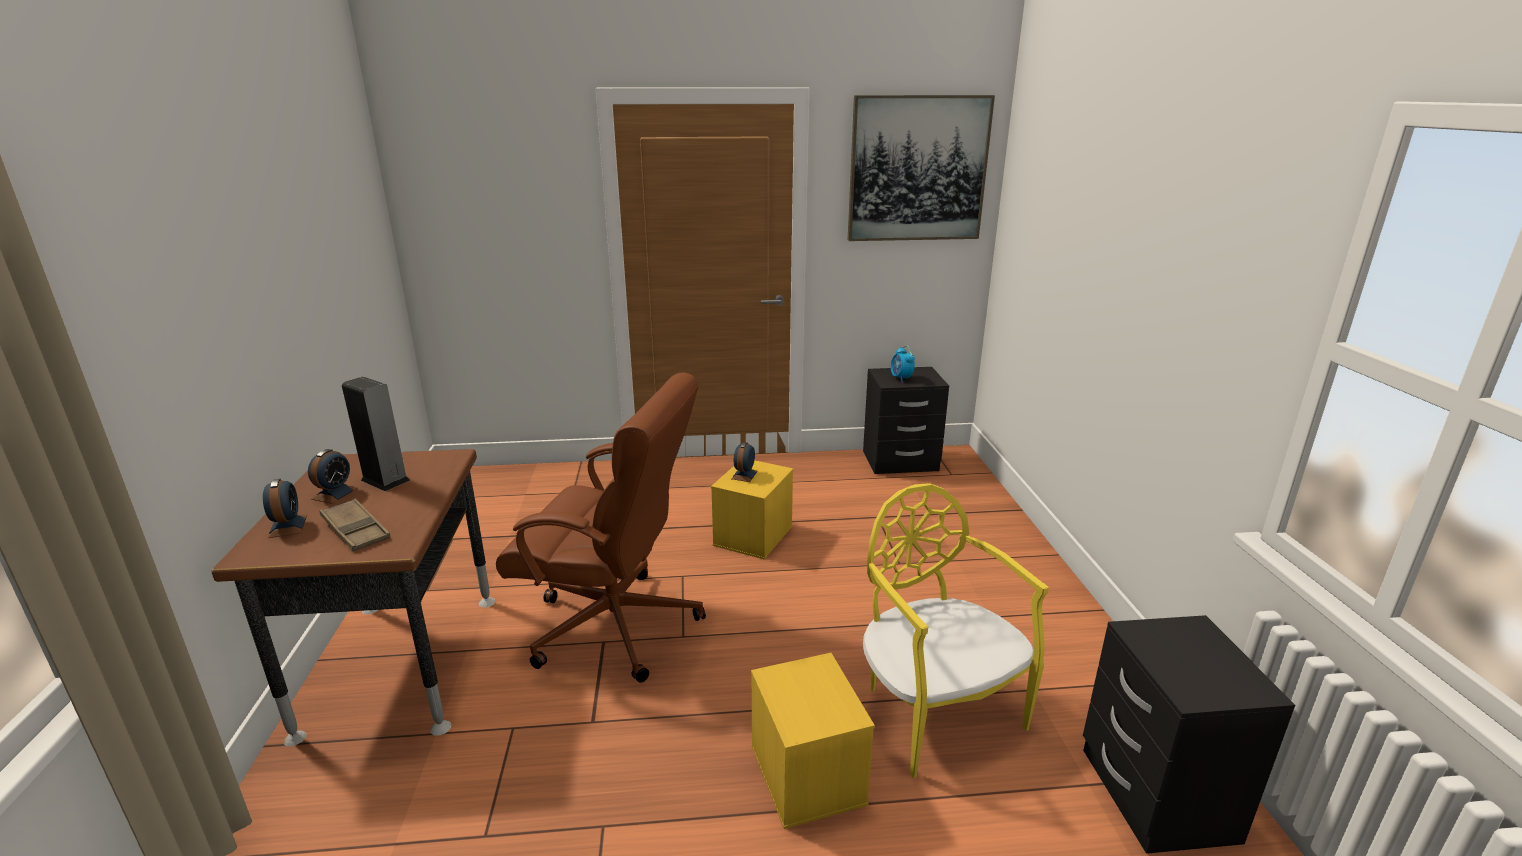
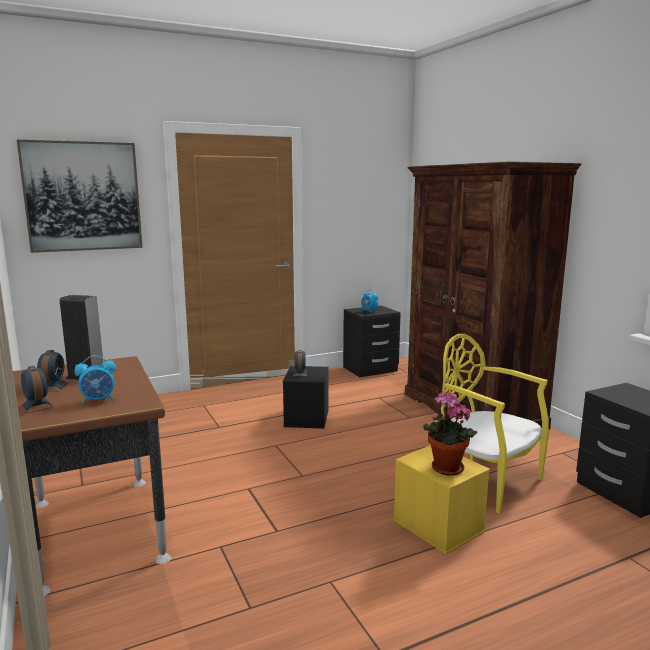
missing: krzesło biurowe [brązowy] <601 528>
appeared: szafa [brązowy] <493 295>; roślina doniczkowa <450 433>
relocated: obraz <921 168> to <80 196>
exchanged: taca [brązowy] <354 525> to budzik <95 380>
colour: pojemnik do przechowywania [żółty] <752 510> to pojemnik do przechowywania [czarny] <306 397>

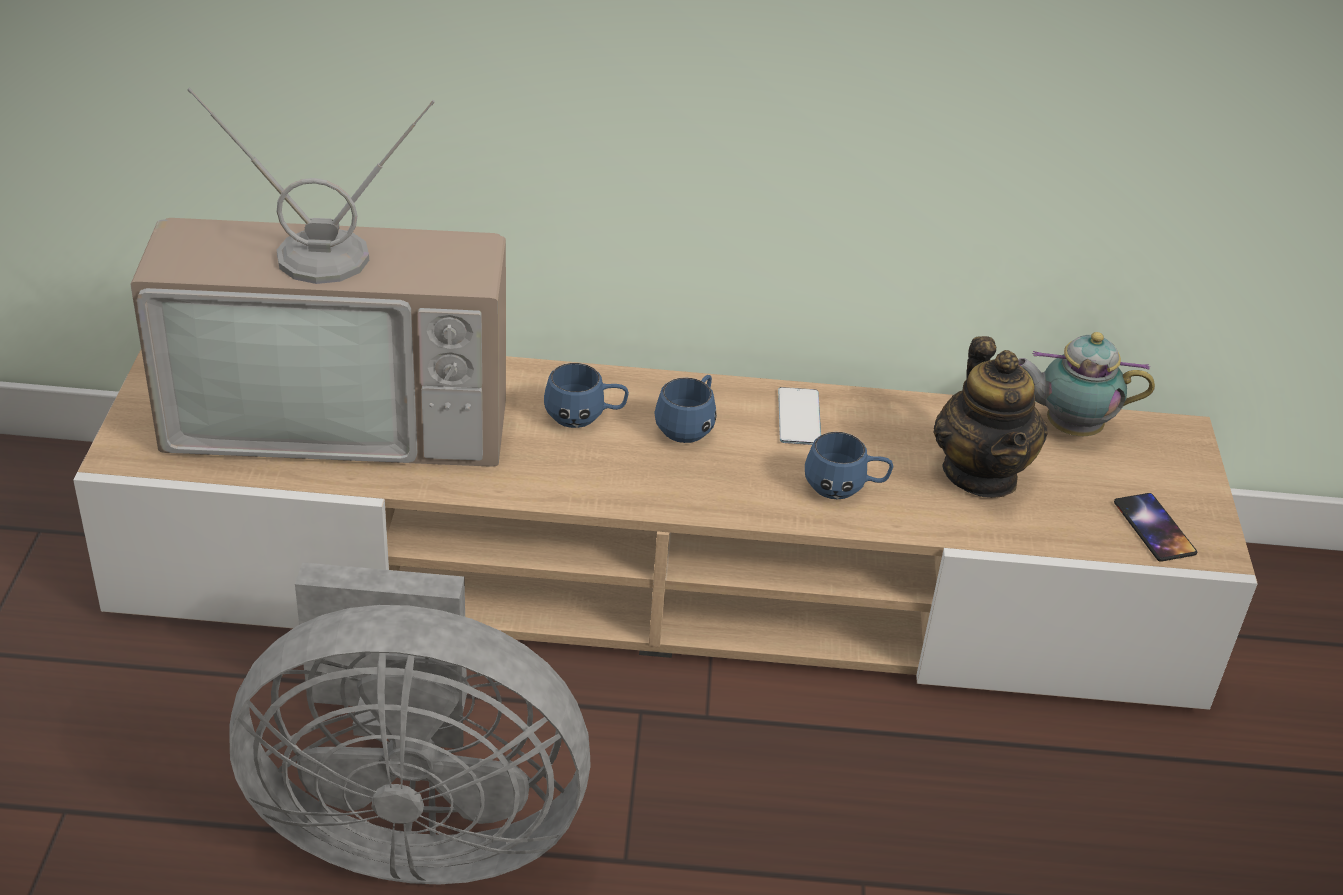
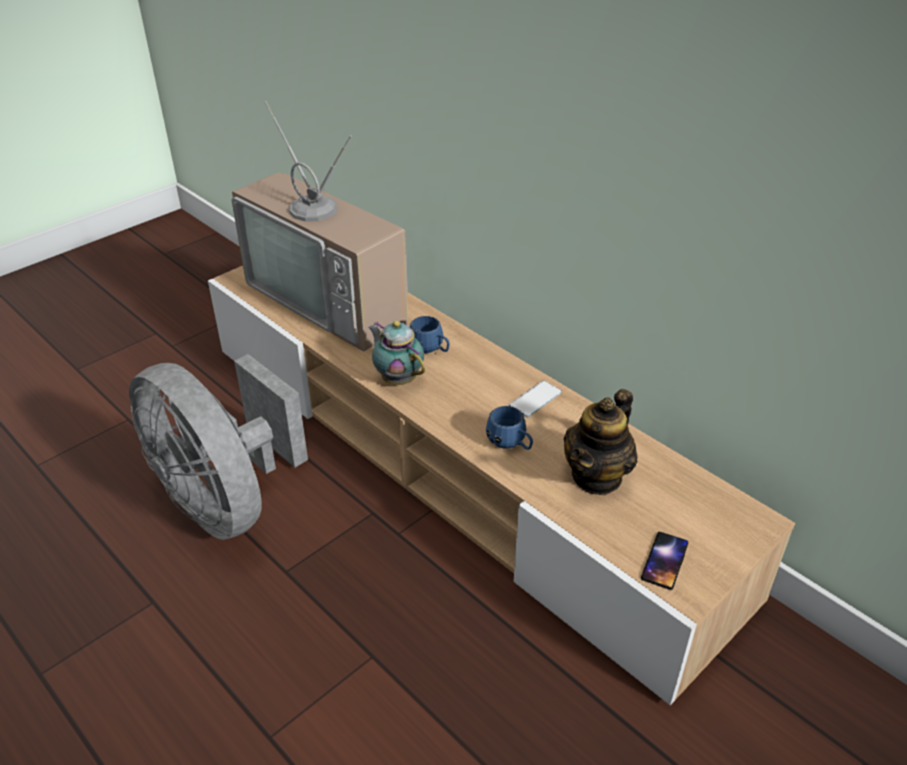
missing: kubek [niebieski] <685 409>
relocated: imbryk <1086 384> to <396 353>

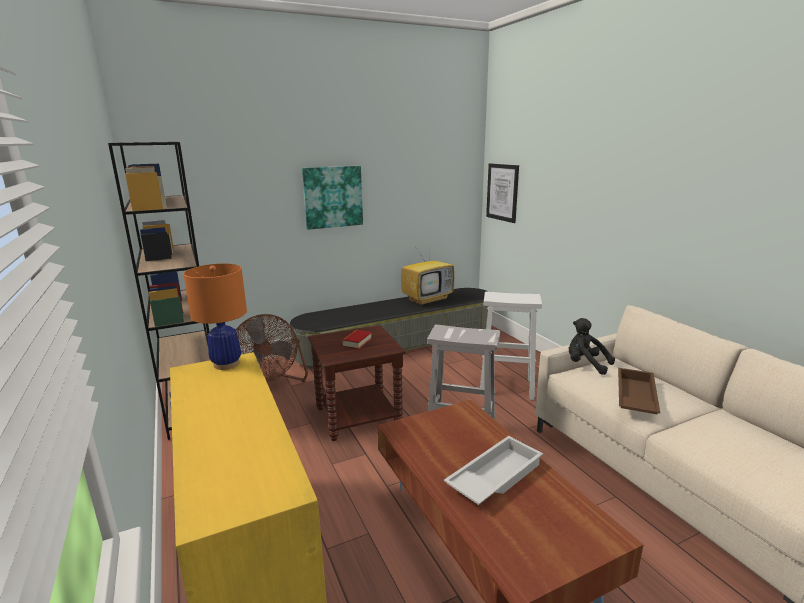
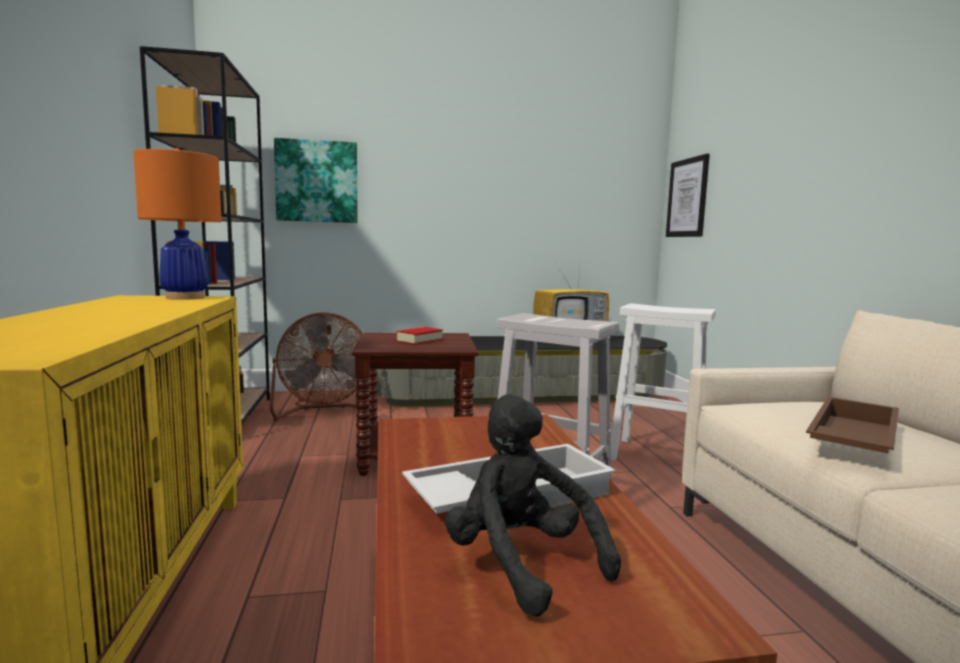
relocated: obraz <332 198> to <316 180>; pluszak [czarny] <592 346> to <533 505>

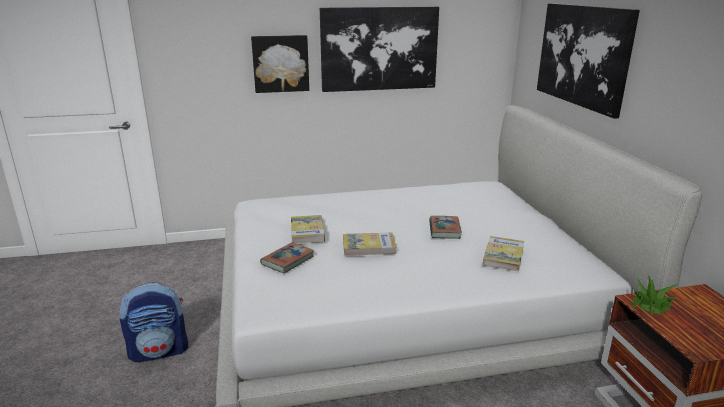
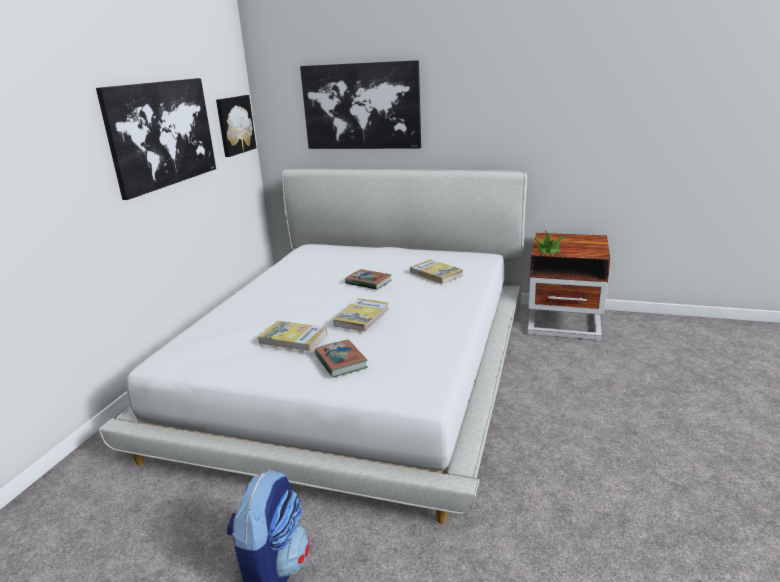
relocated: obraz <280 64> to <236 126>

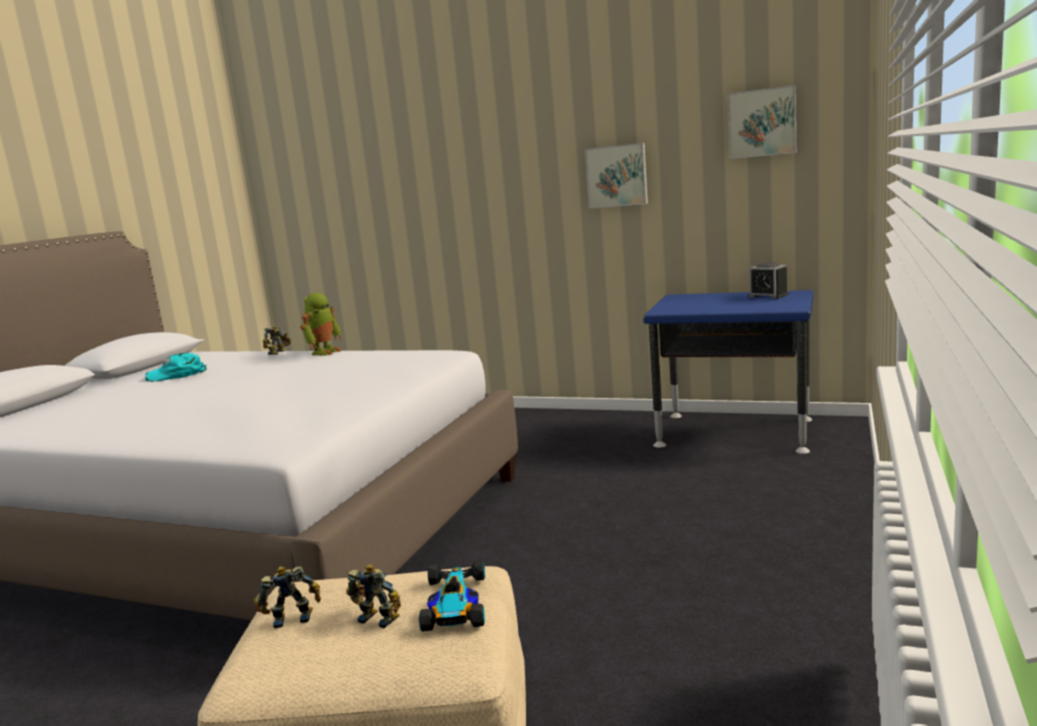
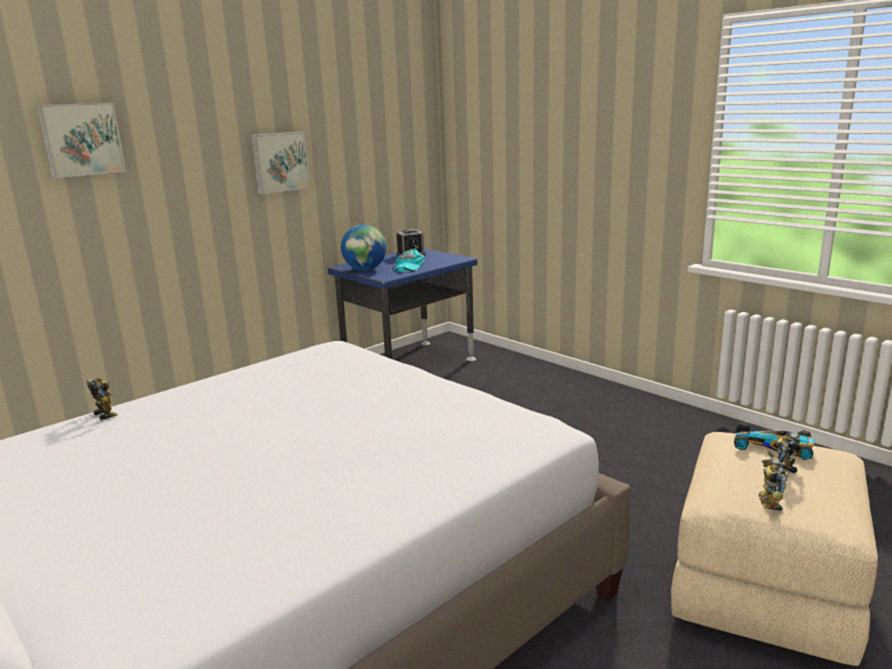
missing: robot zabawkowy <321 324>
appeared: globus <364 247>
relocated: obraz <761 122> to <81 140>; czapka z daszkiem [turkusowy] <176 367> to <409 260>

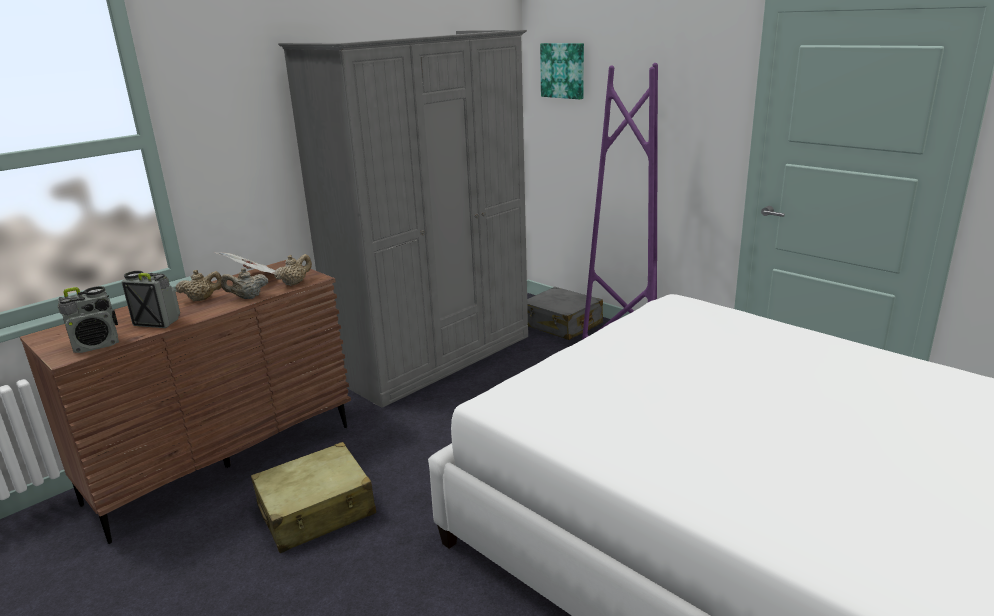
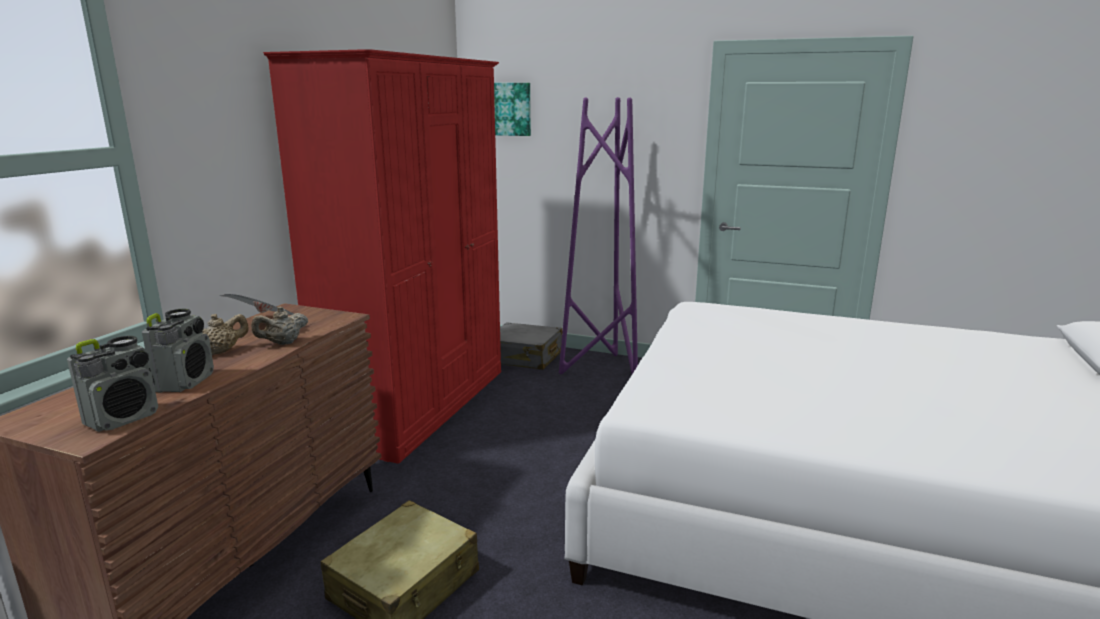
missing: imbryk [beżowy] <293 270>
colour: szafa [szary] <403 219> to szafa [czerwony] <382 256>
spun: radio <151 299> = <178 350> 105 degrees clockwise

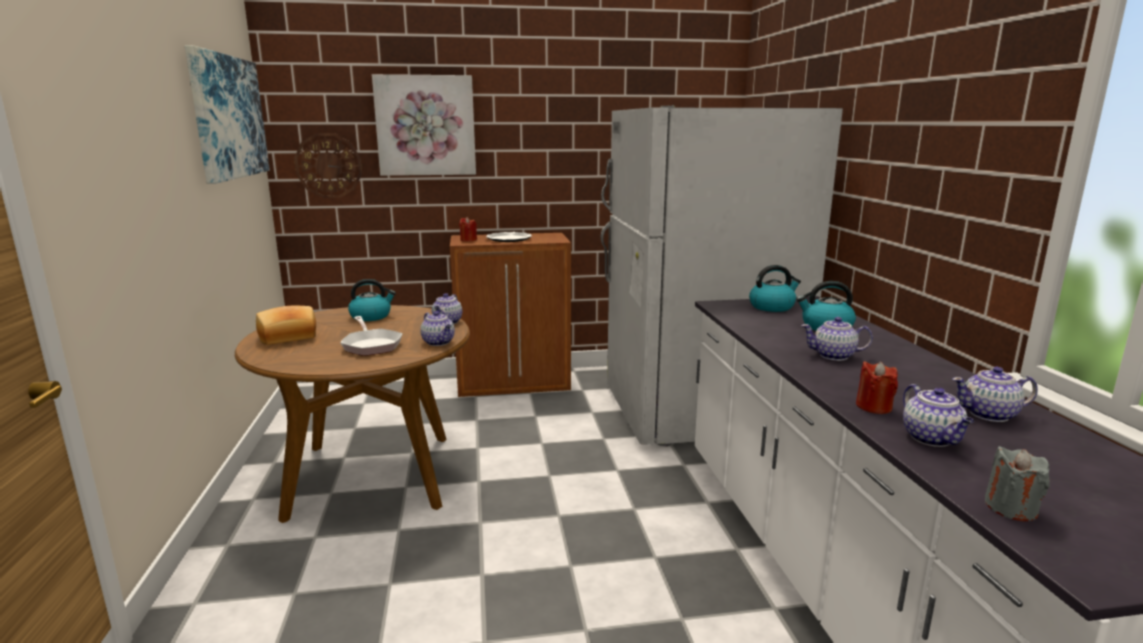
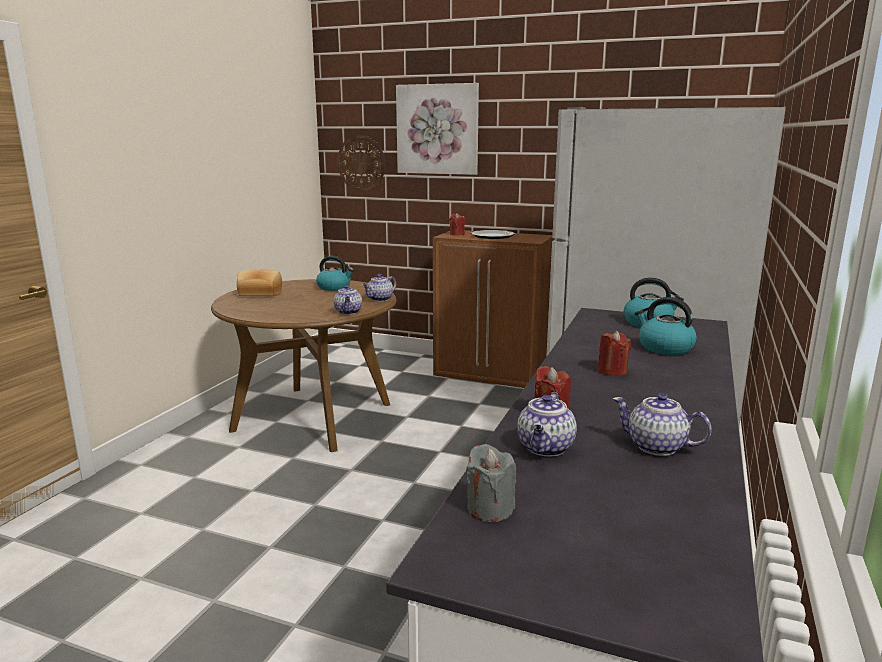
missing: obraz <227 114>; patelnia <371 336>
exchanged: imbryk <837 339> to świeca [czerwony] <614 353>

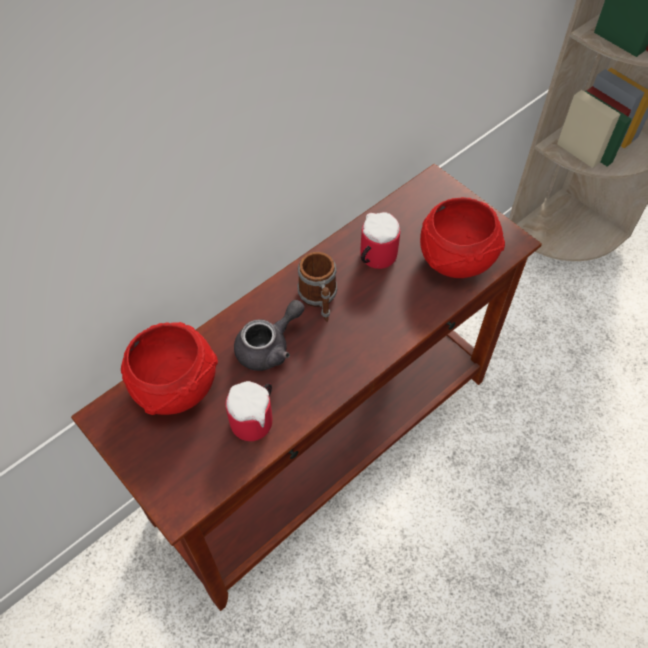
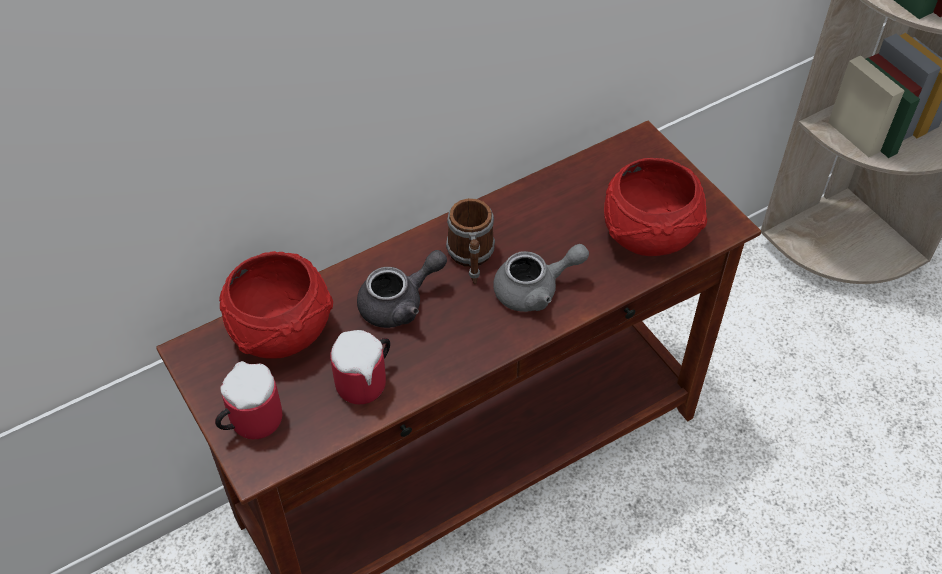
appeared: imbryk [szary] <541 278>
relocated: kubek <380 240> to <248 400>

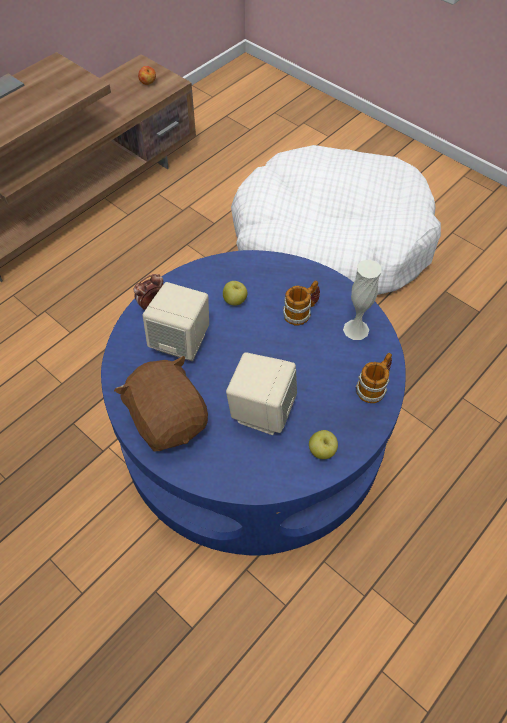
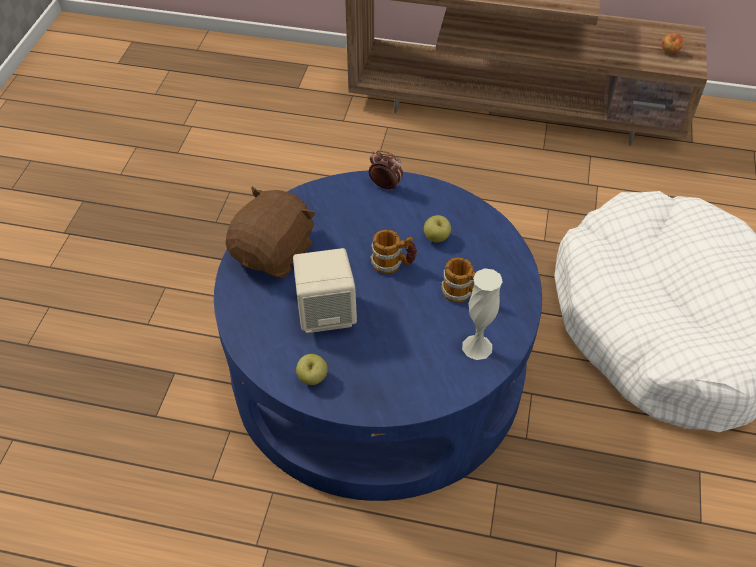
missing: głośnik [beżowy] <176 321>
relocated: kubek <374 378> to <393 252>

